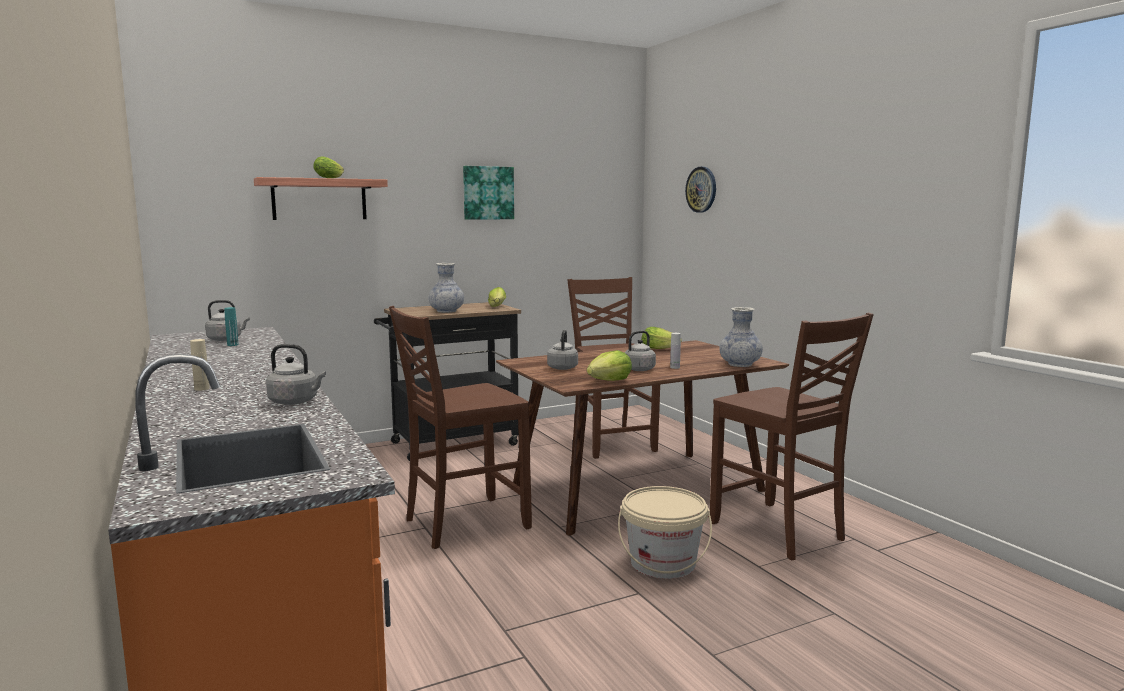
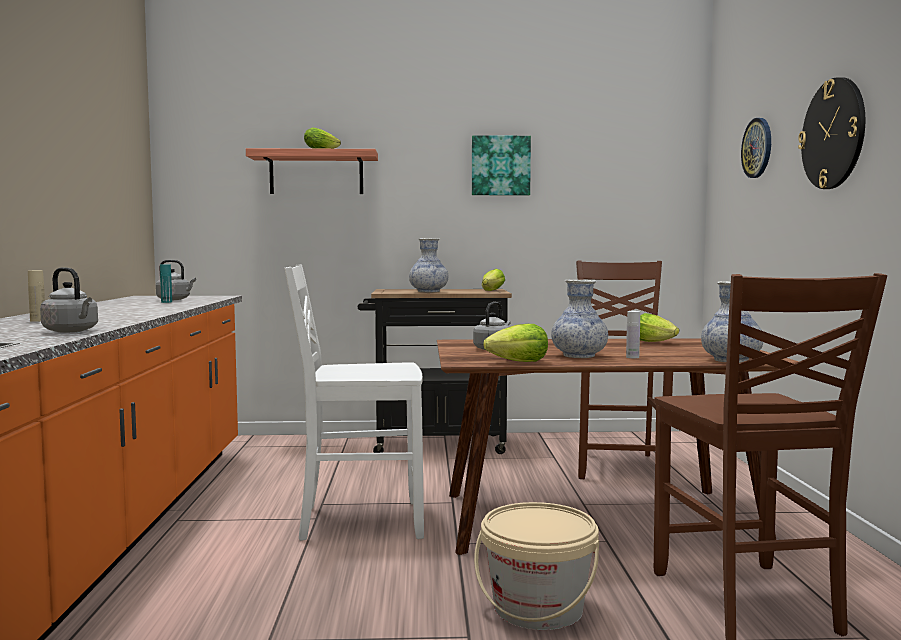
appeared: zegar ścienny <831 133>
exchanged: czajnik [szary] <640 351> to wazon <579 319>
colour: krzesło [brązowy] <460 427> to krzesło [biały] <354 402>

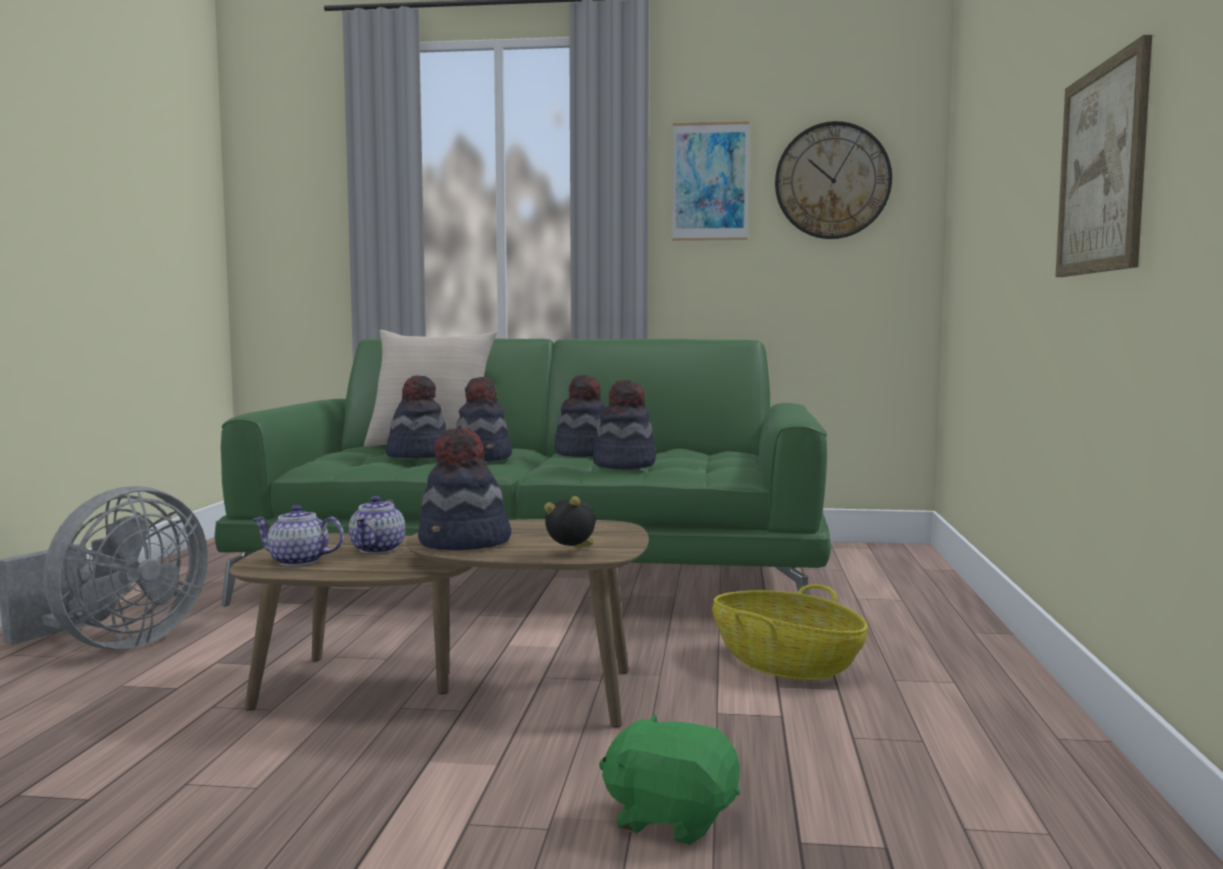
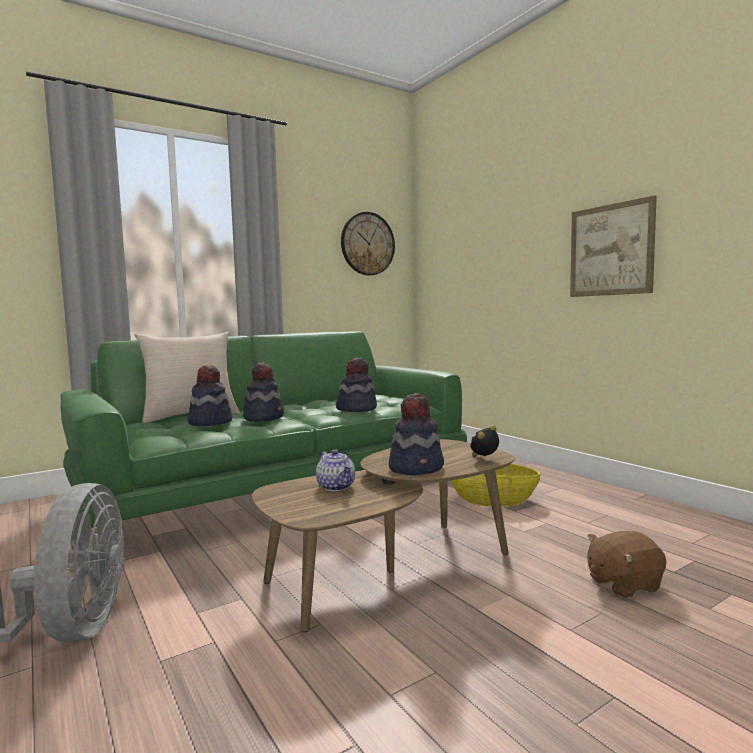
missing: imbryk <298 535>; kapelusz <580 416>; obraz <710 181>
colour: pluszak [zielony] <669 779> to pluszak [brązowy] <626 564>

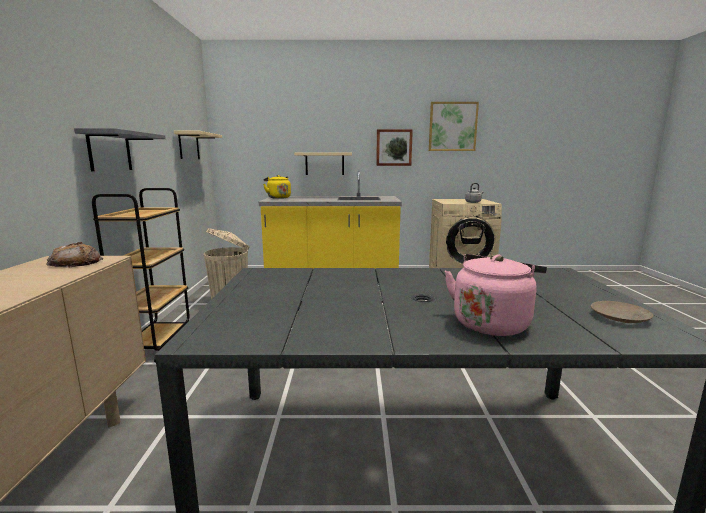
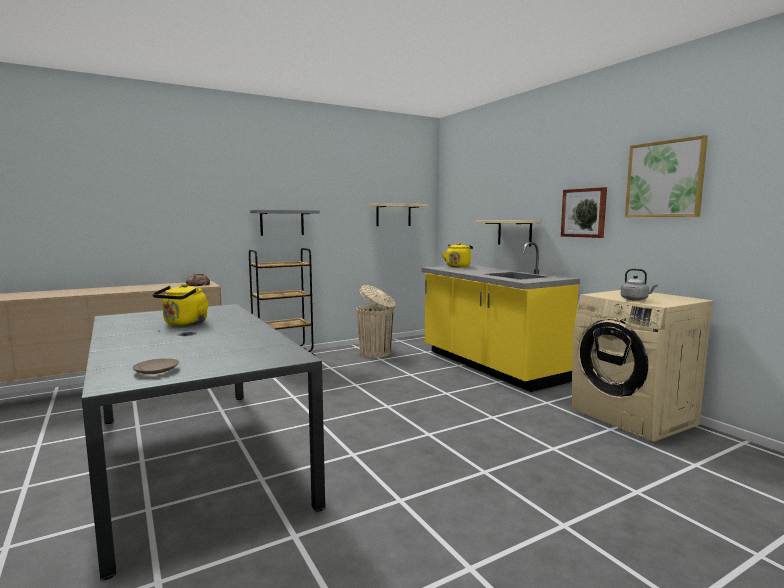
missing: czajnik [różowy] <495 295>
appeared: czajnik [żółty] <180 305>

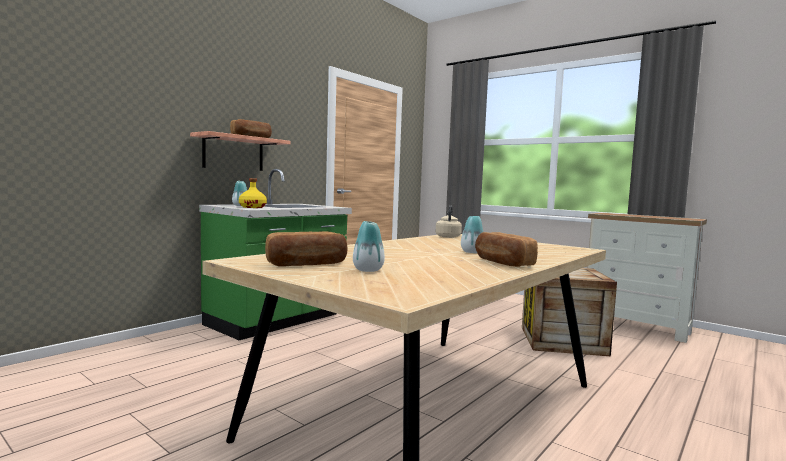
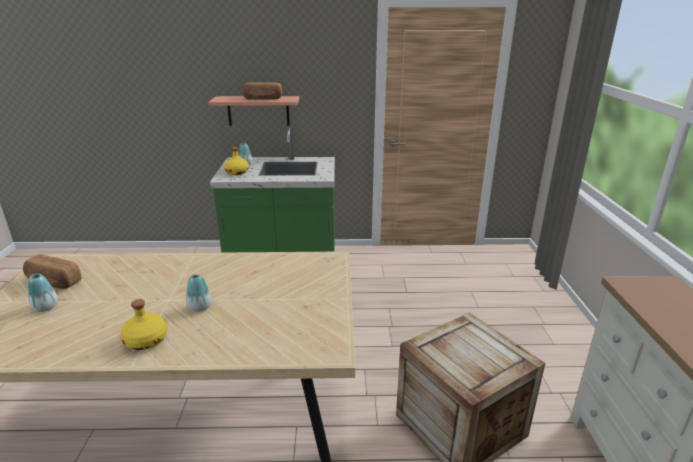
missing: czajnik [beżowy] <449 221>
exchanged: chleb <506 249> to butelka [żółty] <144 324>

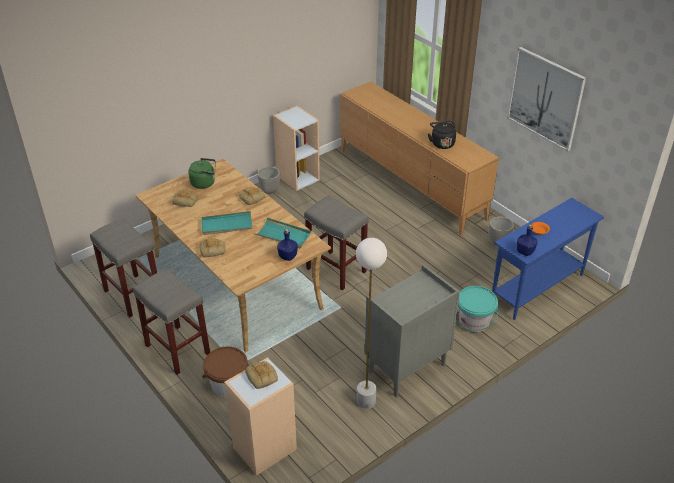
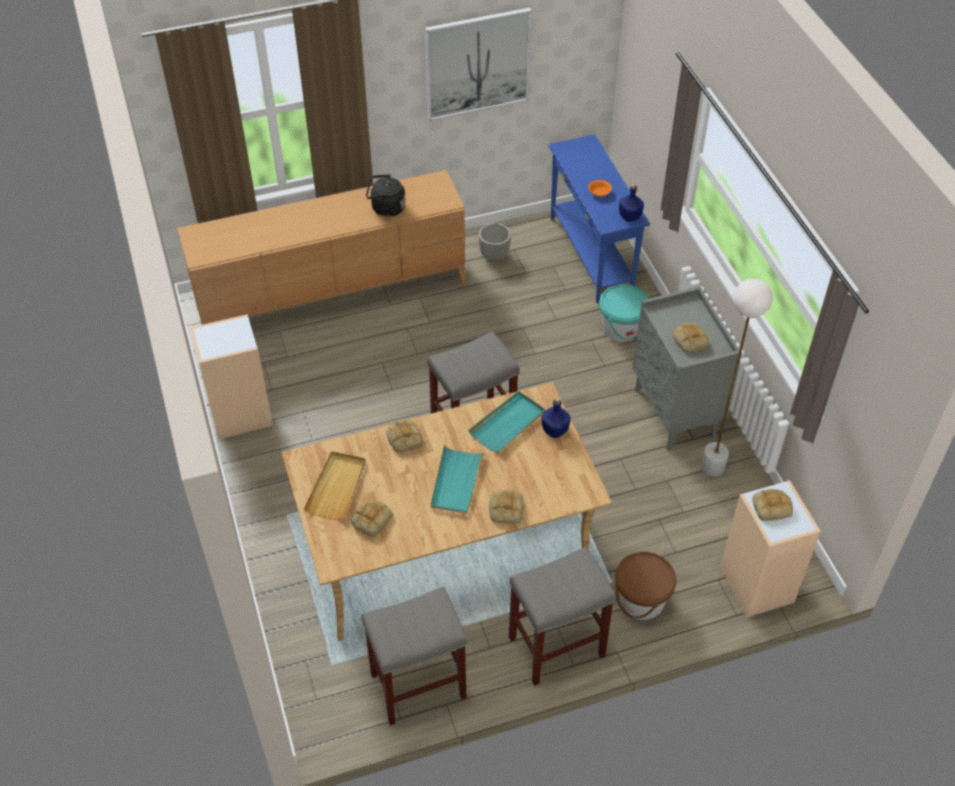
missing: donica <268 180>
appeared: chleb <691 337>
exchanged: czajnik [zielony] <202 173> to taca [beżowy] <335 485>

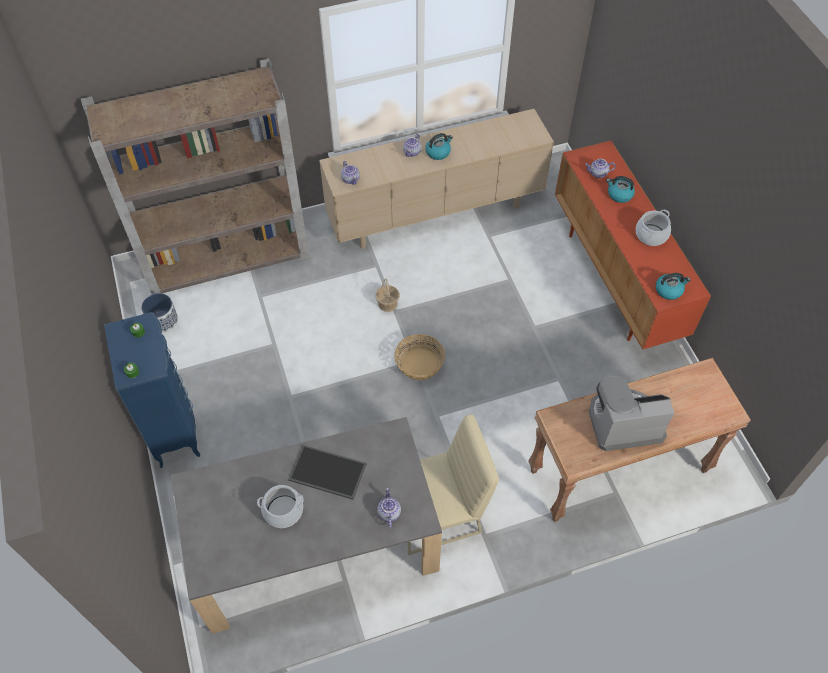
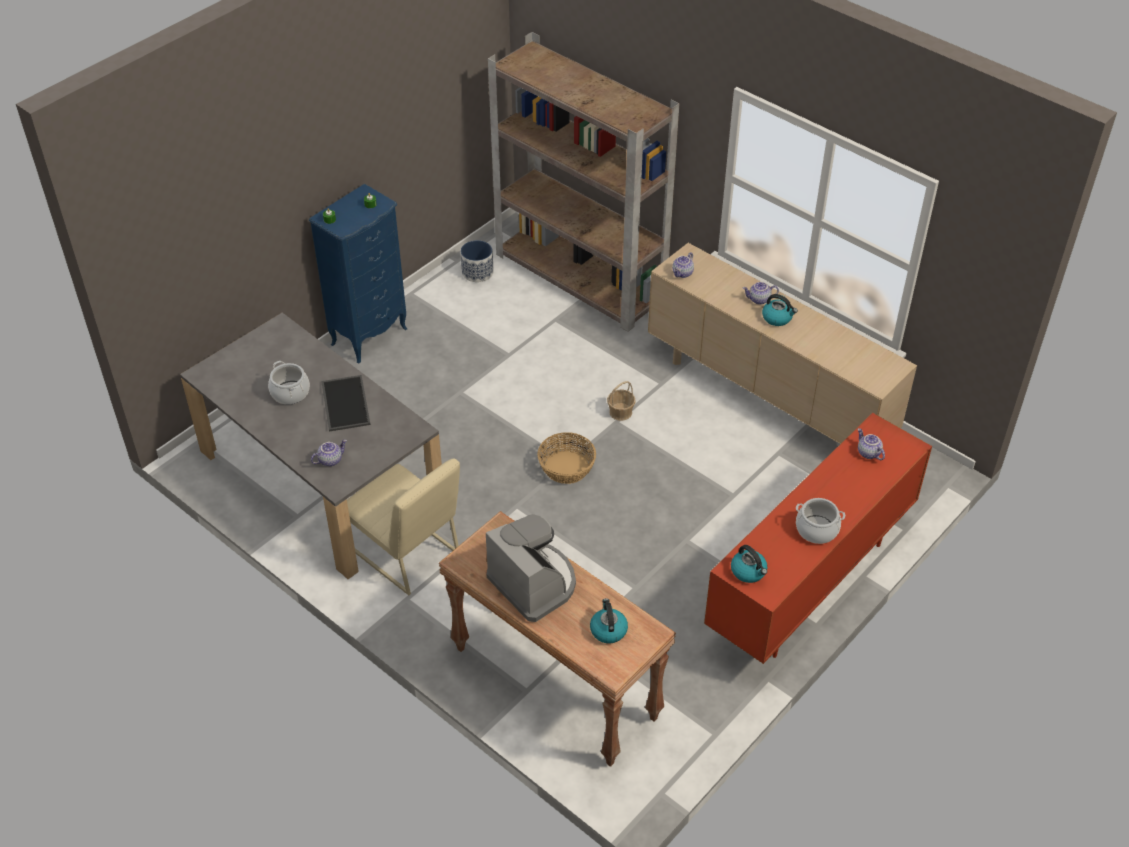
relocated: czajnik <620 189> to <609 620>

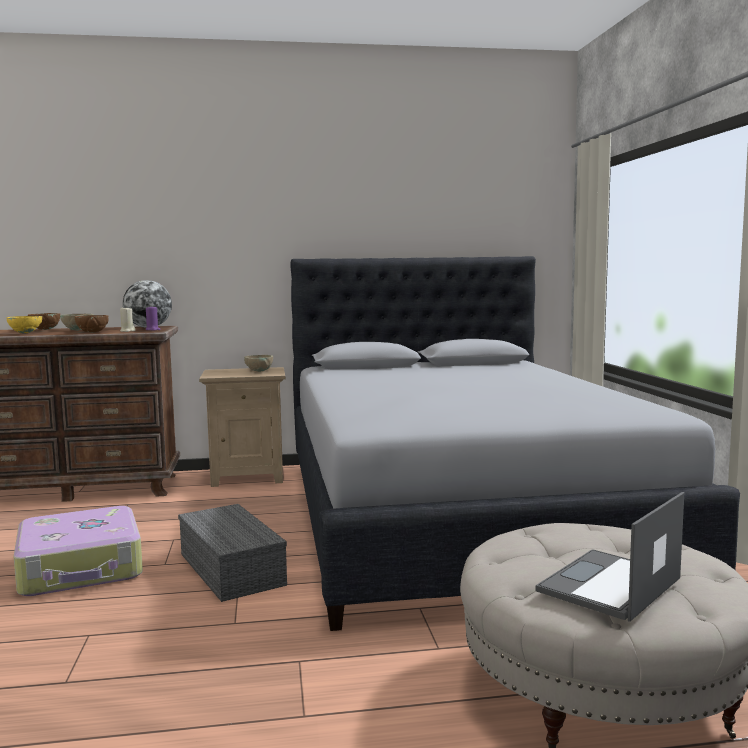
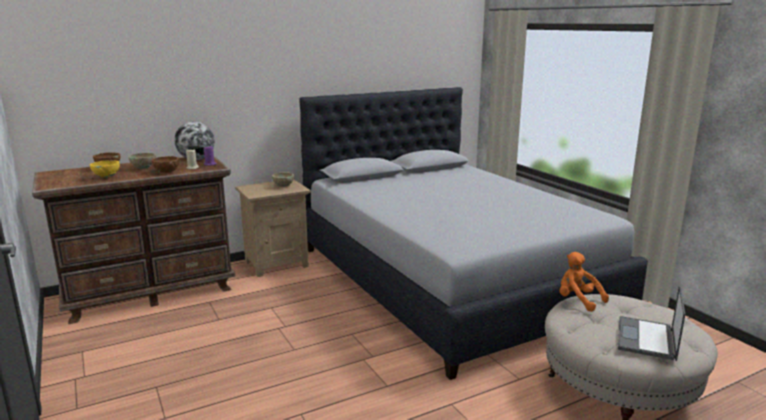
missing: walizka <78 551>; pojemnik do przechowywania [szary] <232 553>
appeared: pluszak [pomarańczowy] <584 282>

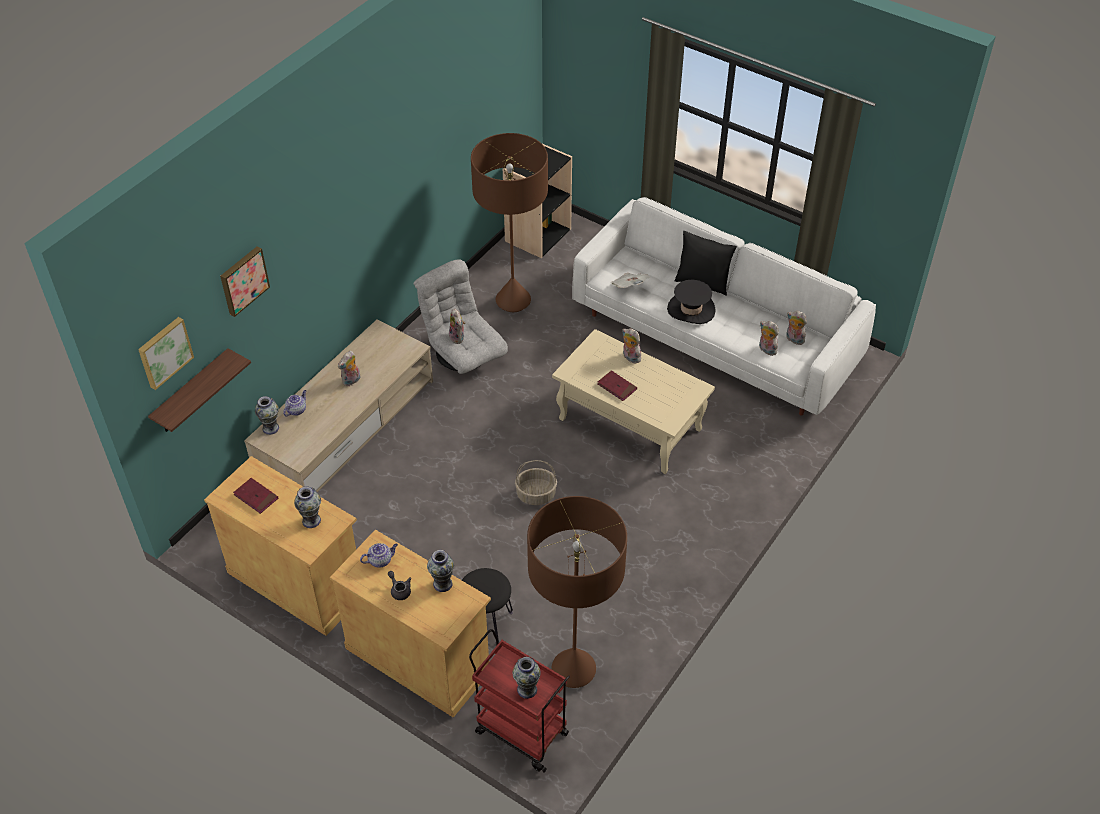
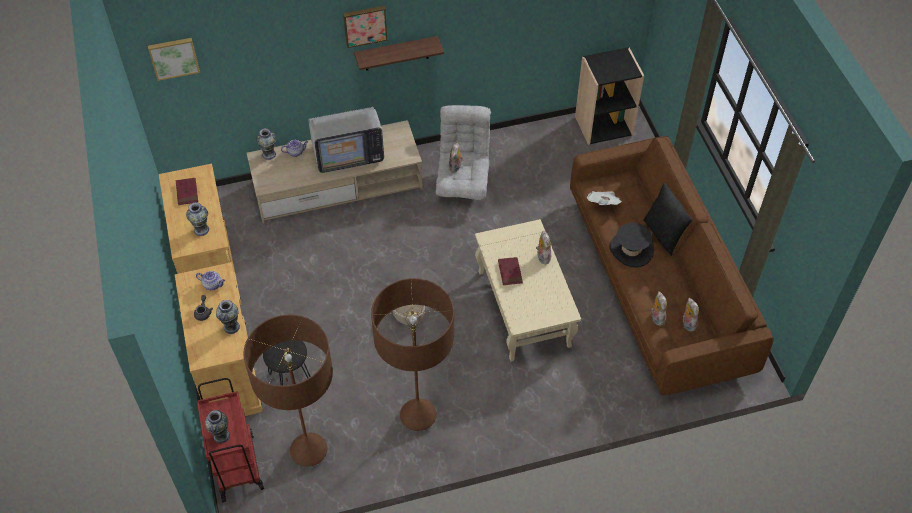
relocated: obraz <245 281> to <365 27>; półka <199 390> to <399 53>; lampa stojąca [brązowy] <509 222> to <412 354>
exchanged: pluszak <349 368> to telewizor <346 140>
colour: kanapa [biały] <724 306> to kanapa [brązowy] <672 265>

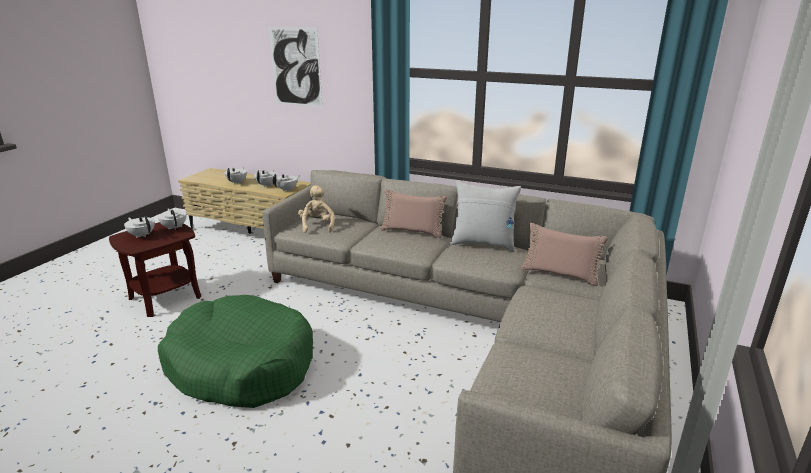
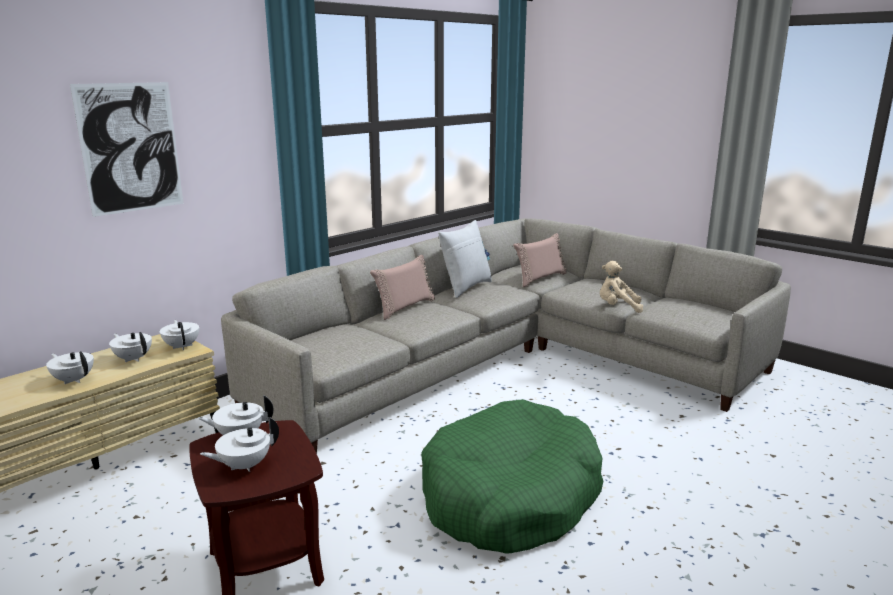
relocated: pluszak [beżowy] <316 209> to <621 287>

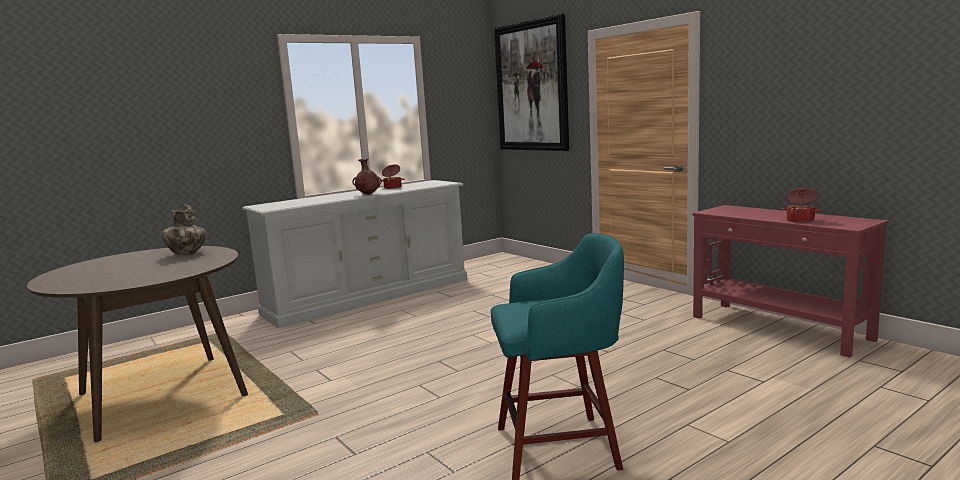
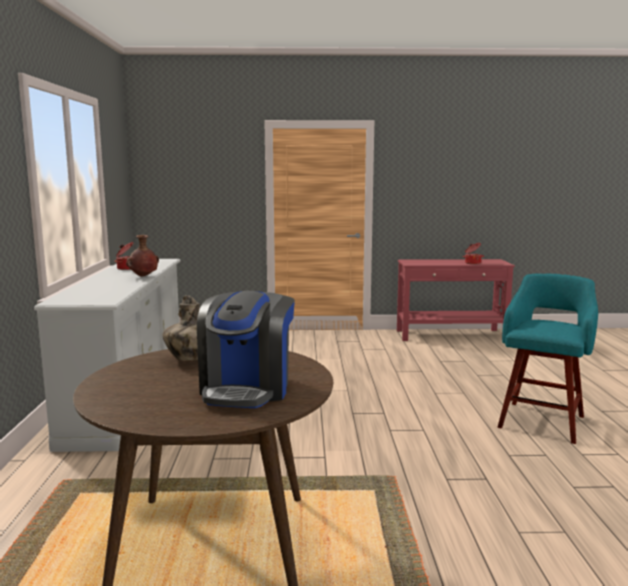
missing: obraz <531 82>
appeared: ekspres do kawy <246 349>

